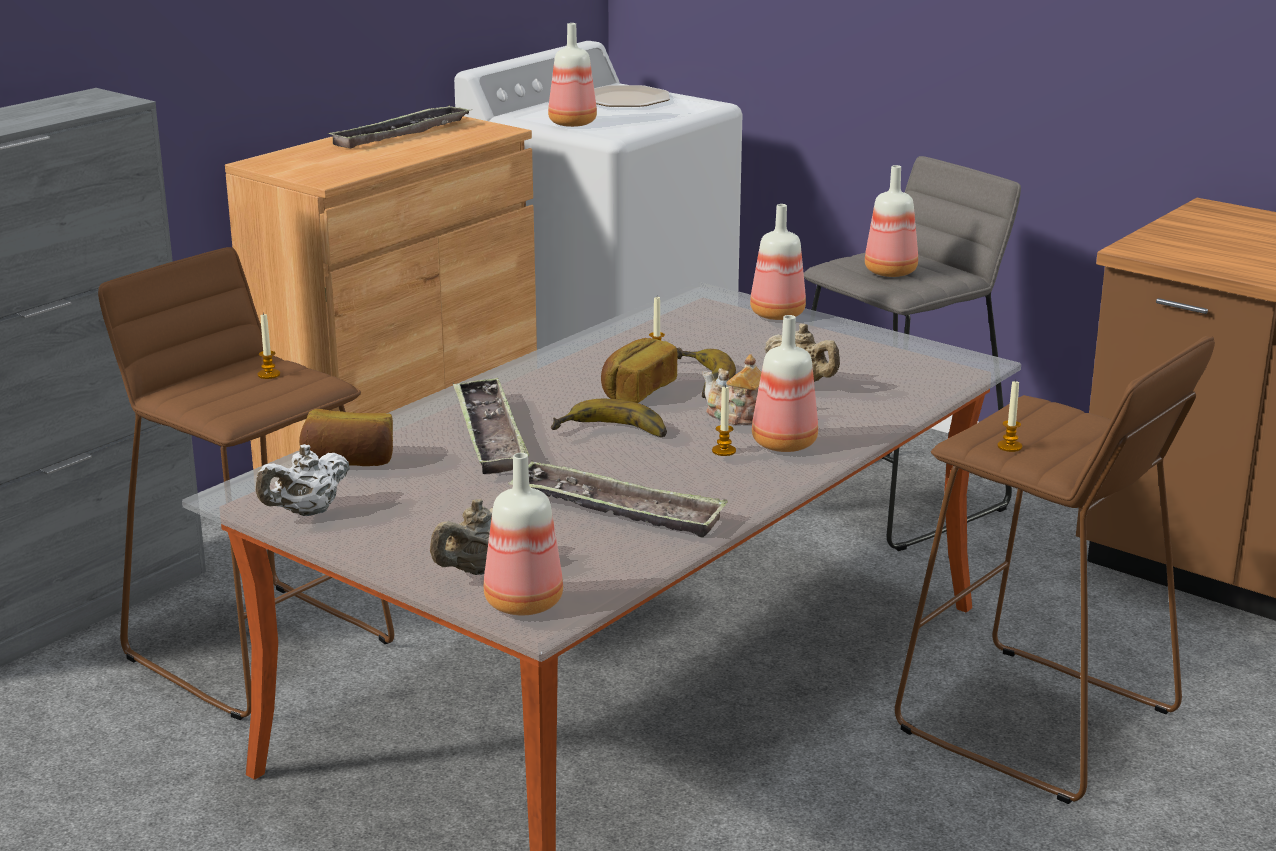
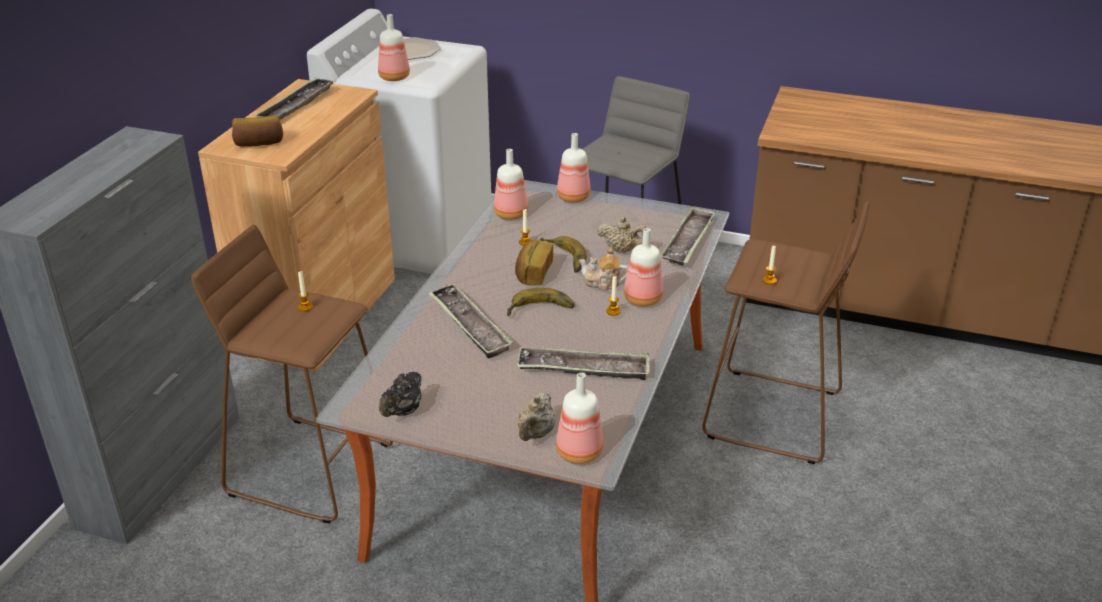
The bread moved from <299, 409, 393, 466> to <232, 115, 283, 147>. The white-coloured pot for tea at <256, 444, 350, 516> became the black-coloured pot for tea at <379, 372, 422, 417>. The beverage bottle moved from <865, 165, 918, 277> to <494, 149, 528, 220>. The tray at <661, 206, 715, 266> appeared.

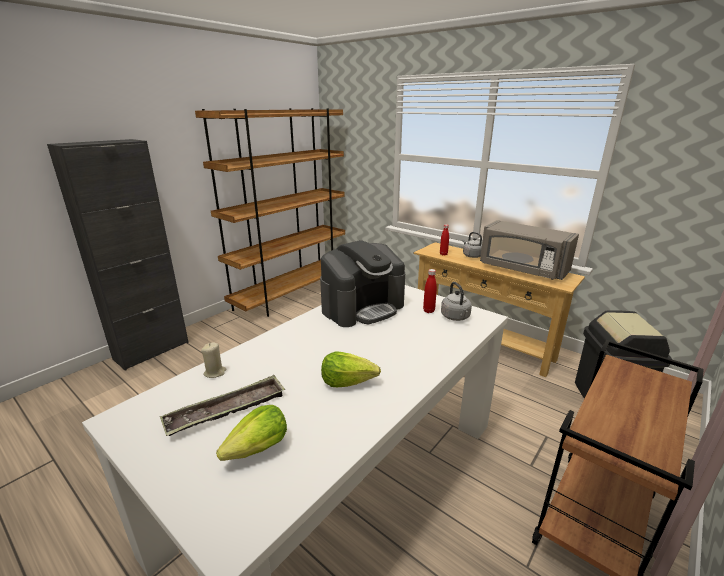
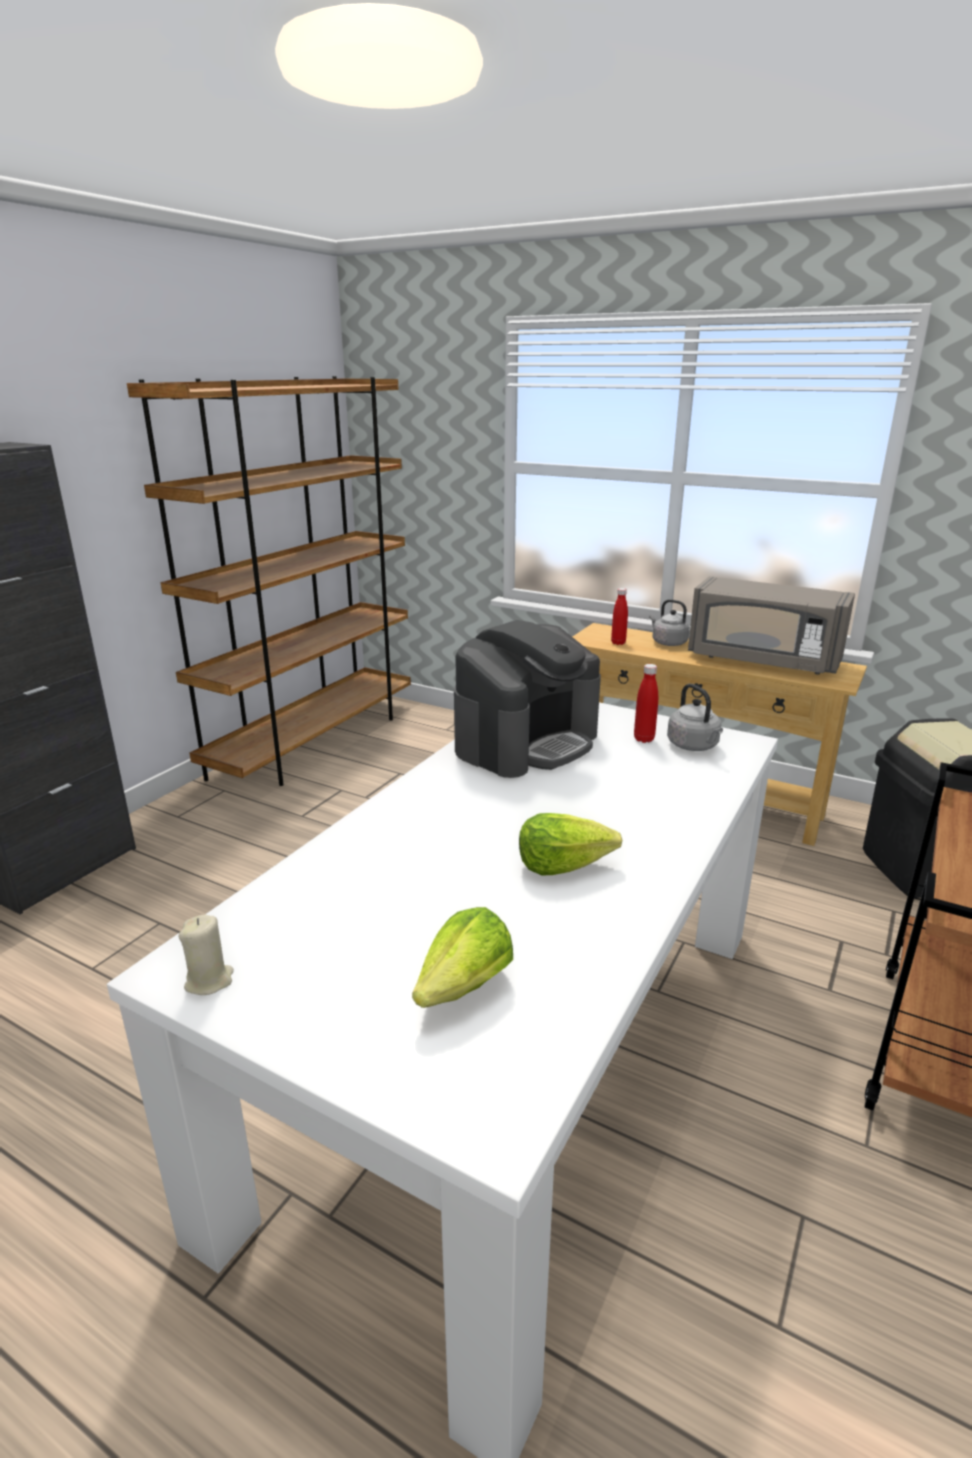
The sand-coloured wax light moved from <201, 343, 227, 378> to <179, 914, 234, 995>. The tray at <160, 375, 285, 436> disappeared.

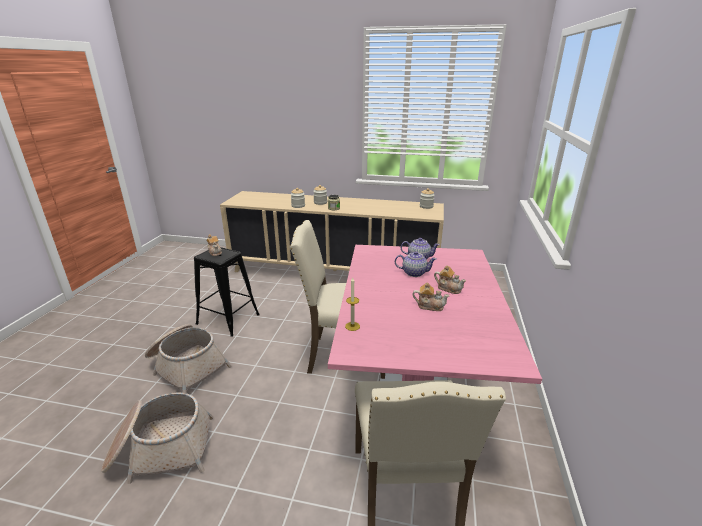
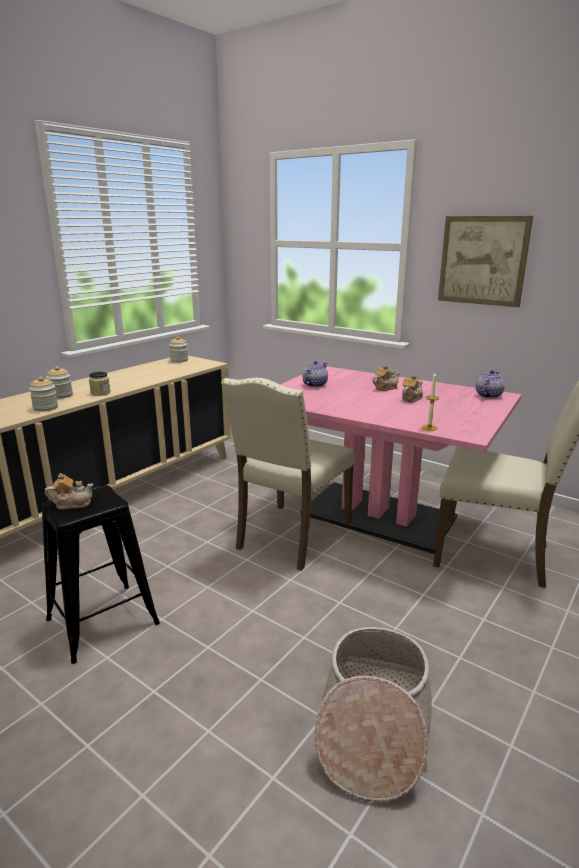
The wall picture at <438, 216, 533, 307> appeared. The pot for tea moved from <395, 251, 436, 277> to <476, 370, 505, 398>. The storage basket at <145, 324, 232, 393> disappeared.

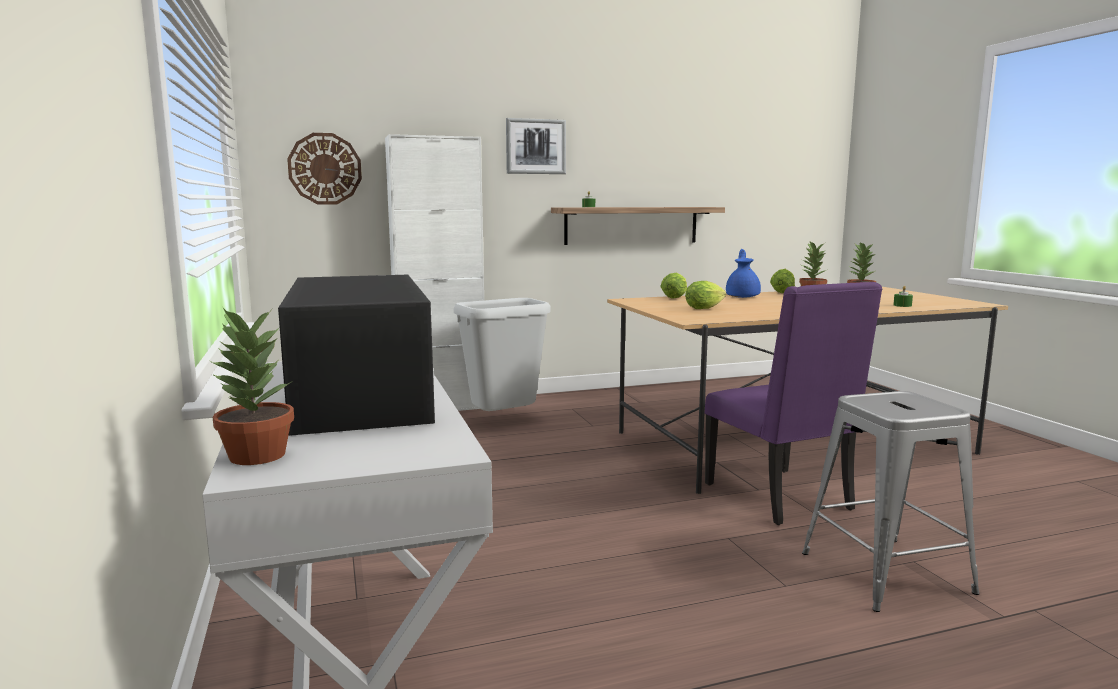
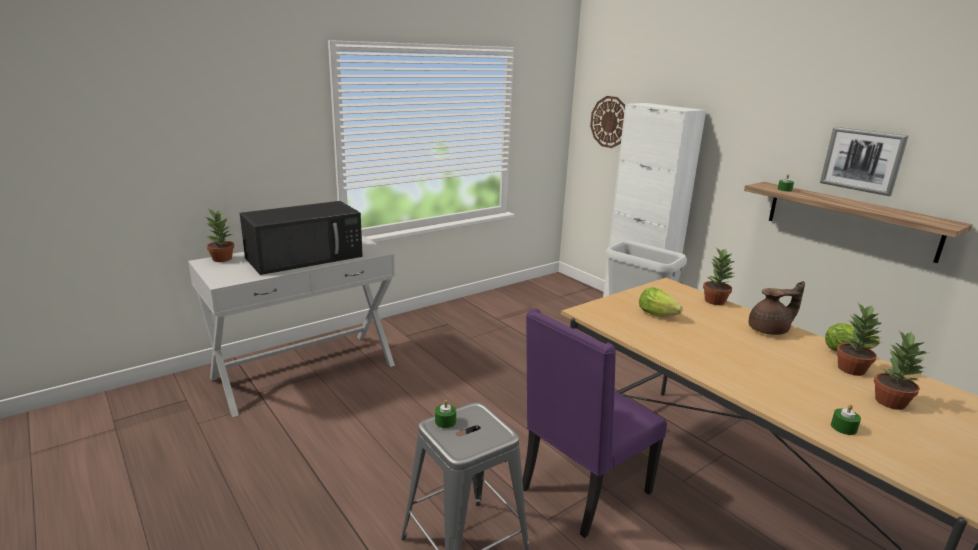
The greenish wax light at <435, 400, 456, 428> appeared. The head of lettuce at <660, 272, 687, 299> was replaced by the plant in a pot at <703, 248, 735, 305>. The blue pot for tea at <726, 249, 761, 298> became the brown-coloured pot for tea at <749, 281, 805, 335>. The wall picture moved from <506, 118, 566, 174> to <820, 127, 909, 196>.

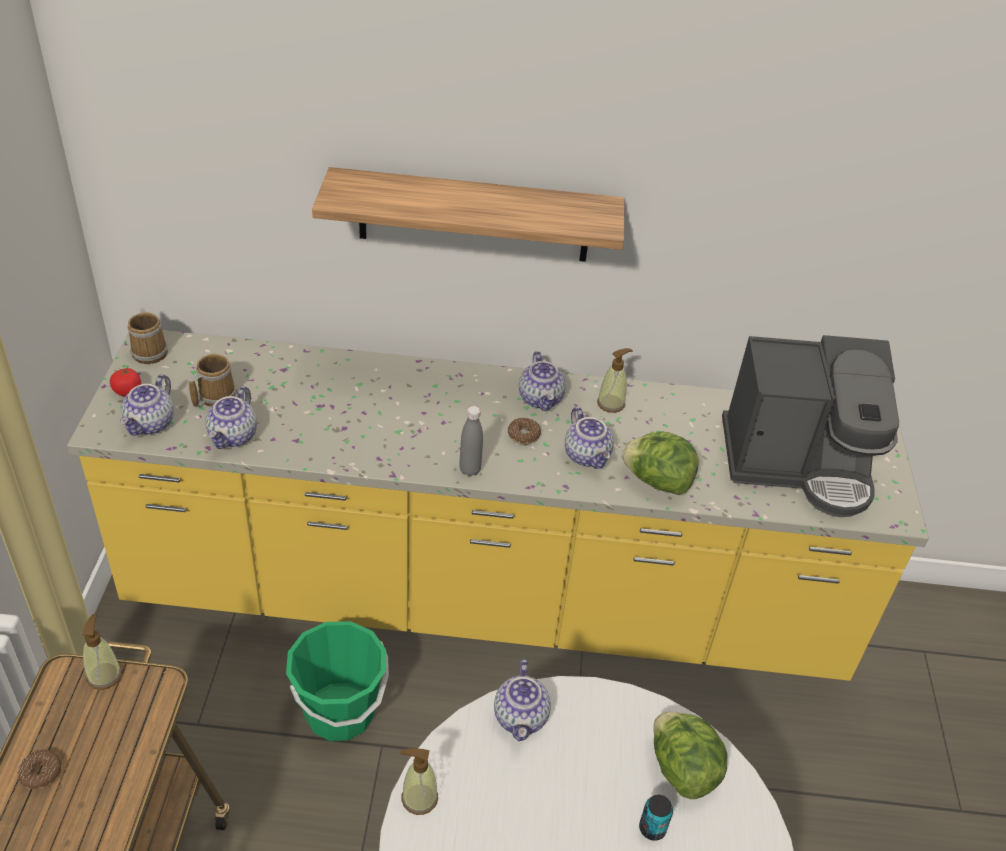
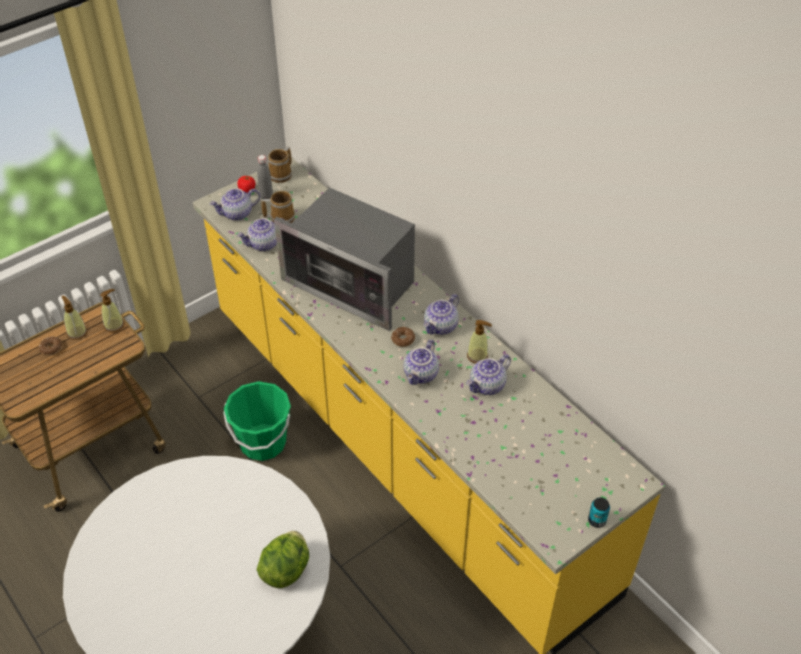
The liquid soap bottle moved from <400, 748, 438, 815> to <61, 295, 87, 340>. The greyish beverage bottle moved from <459, 406, 483, 476> to <257, 155, 273, 199>. The microwave oven at <274, 187, 415, 331> appeared. The pot for tea moved from <494, 659, 551, 741> to <466, 354, 511, 395>. The sealed can moved from <639, 795, 673, 841> to <588, 497, 610, 528>. The shelf at <312, 167, 625, 262> disappeared. The head of lettuce at <622, 432, 699, 495> disappeared. The coffee brewer at <722, 335, 899, 517> disappeared.

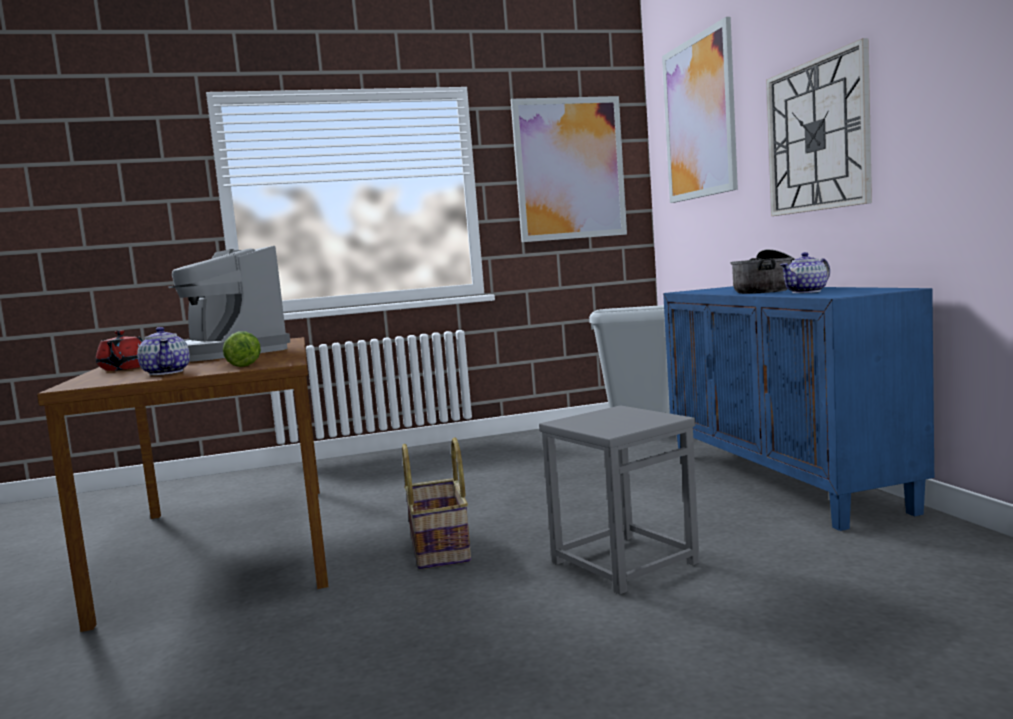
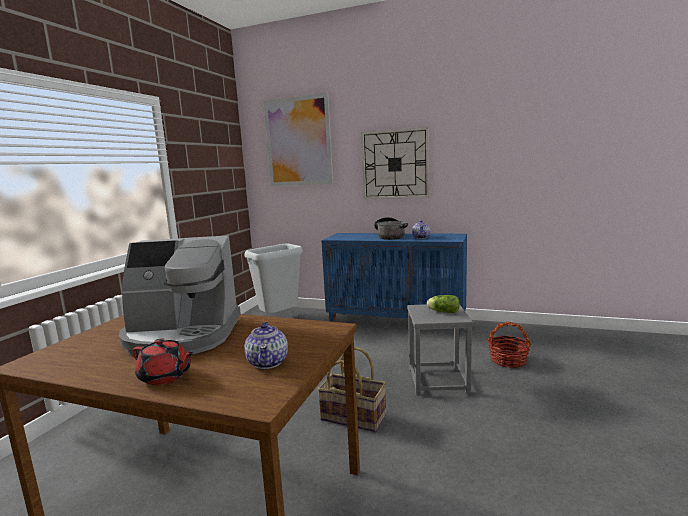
The pot for tea at <137, 327, 190, 375> turned 75 degrees clockwise. The head of lettuce moved from <223, 331, 261, 367> to <427, 295, 460, 313>. The storage basket at <487, 322, 532, 368> appeared. The wall picture at <511, 96, 627, 242> disappeared.

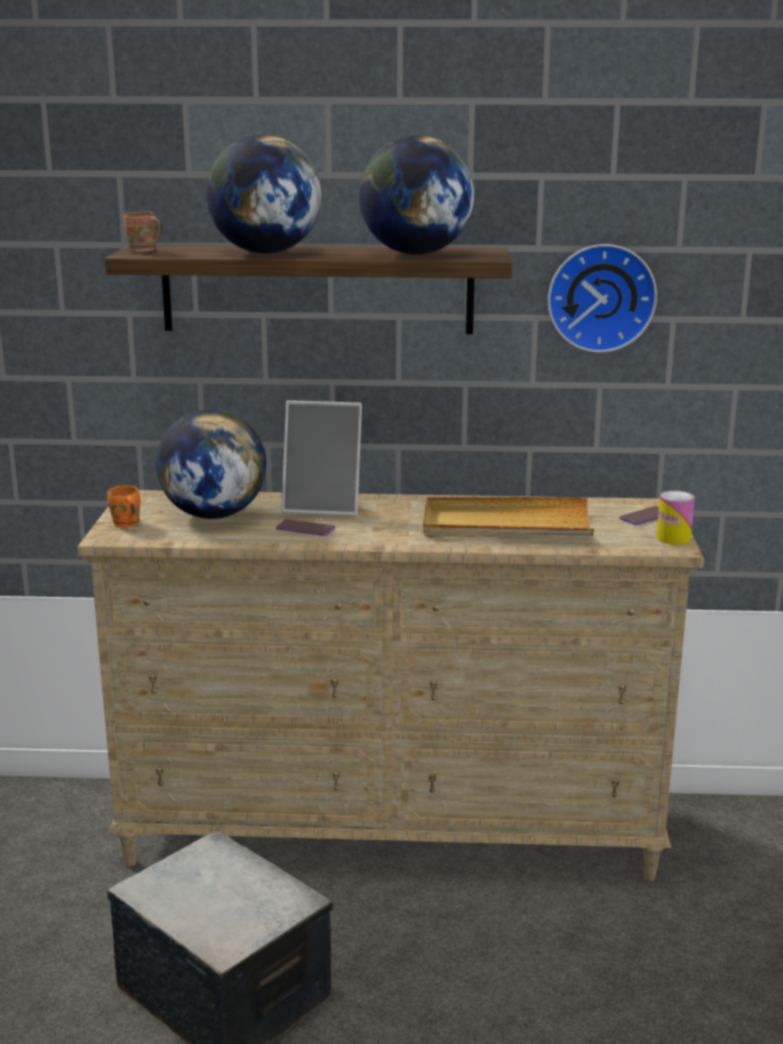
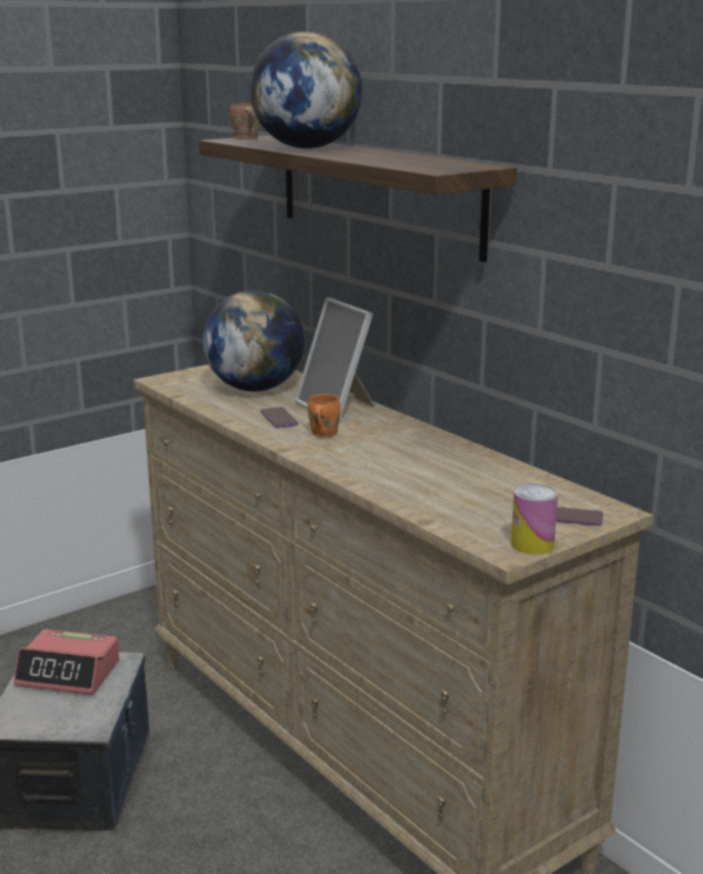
The bedside clock at <14, 629, 119, 695> appeared. The orangey coffee mug moved from <107, 485, 141, 527> to <308, 394, 341, 437>. The desk globe at <359, 135, 474, 255> disappeared. The sand-coloured tray at <423, 497, 594, 538> disappeared. The wall clock at <548, 244, 657, 353> disappeared.

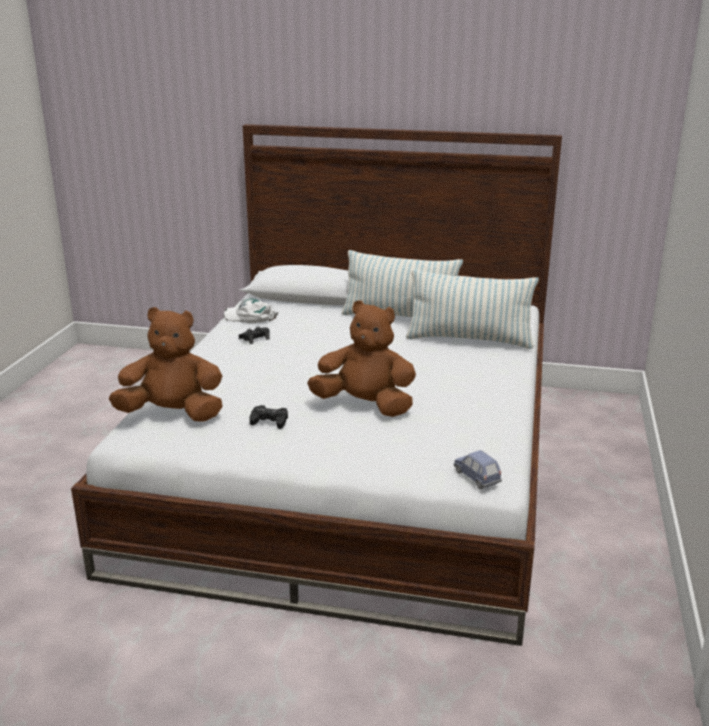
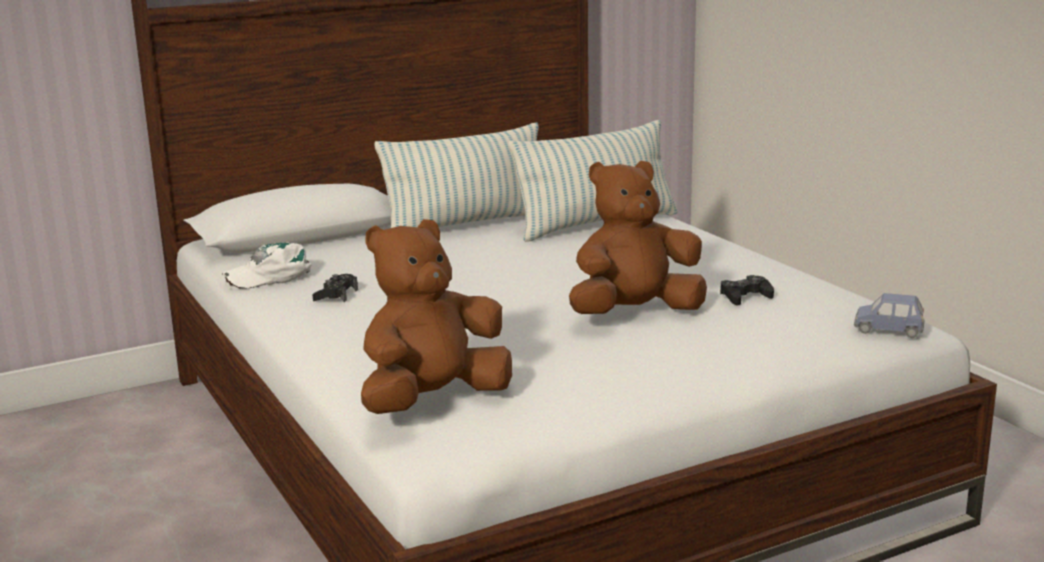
The black-coloured gamepad moved from <249, 405, 288, 429> to <720, 275, 774, 306>.

